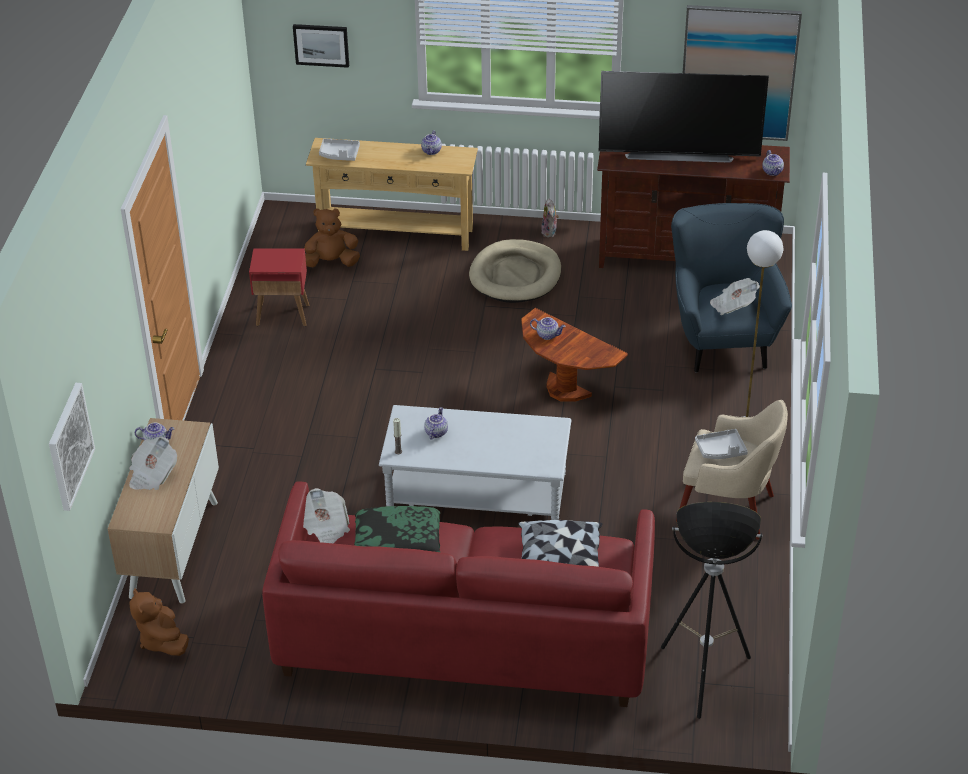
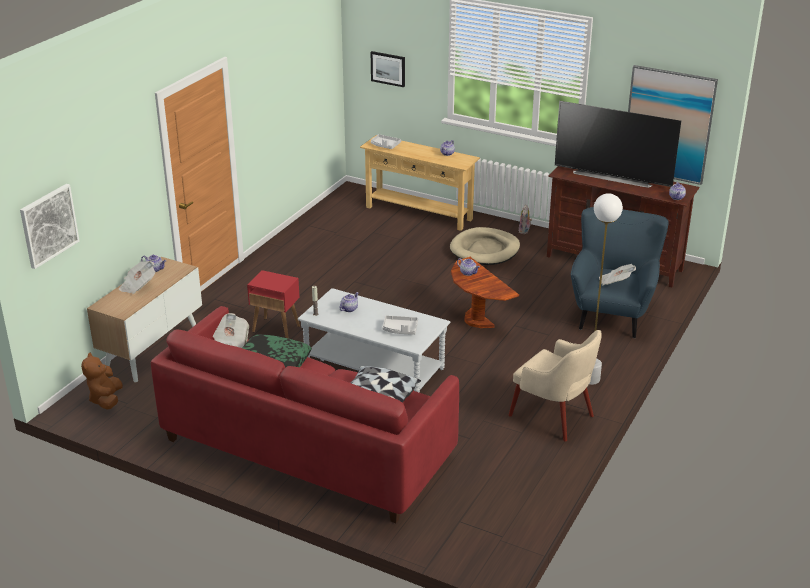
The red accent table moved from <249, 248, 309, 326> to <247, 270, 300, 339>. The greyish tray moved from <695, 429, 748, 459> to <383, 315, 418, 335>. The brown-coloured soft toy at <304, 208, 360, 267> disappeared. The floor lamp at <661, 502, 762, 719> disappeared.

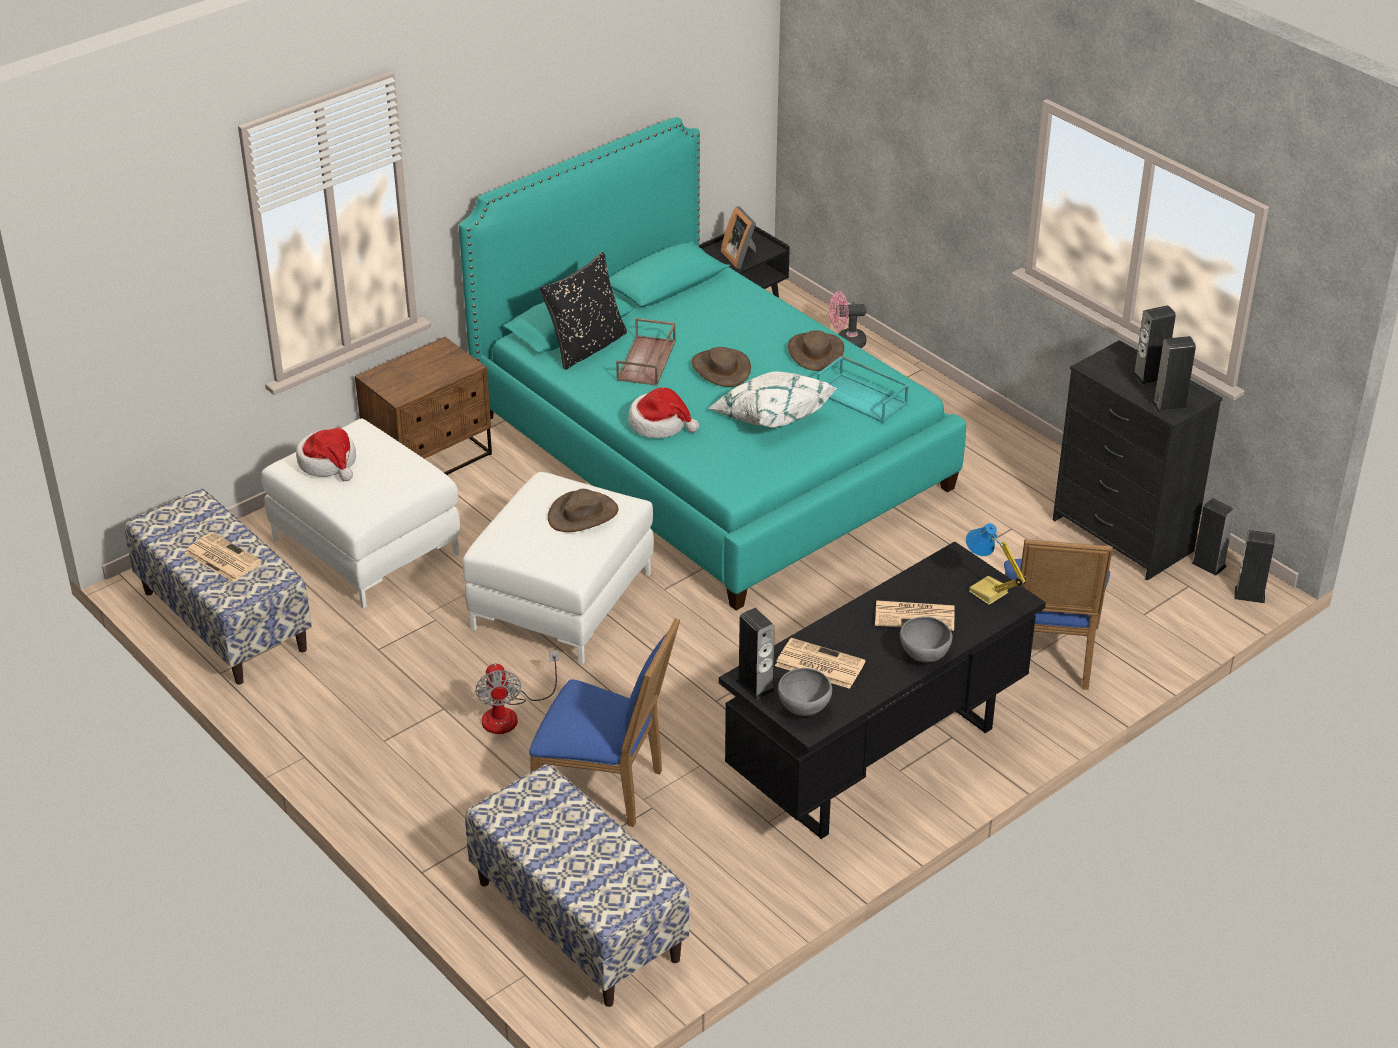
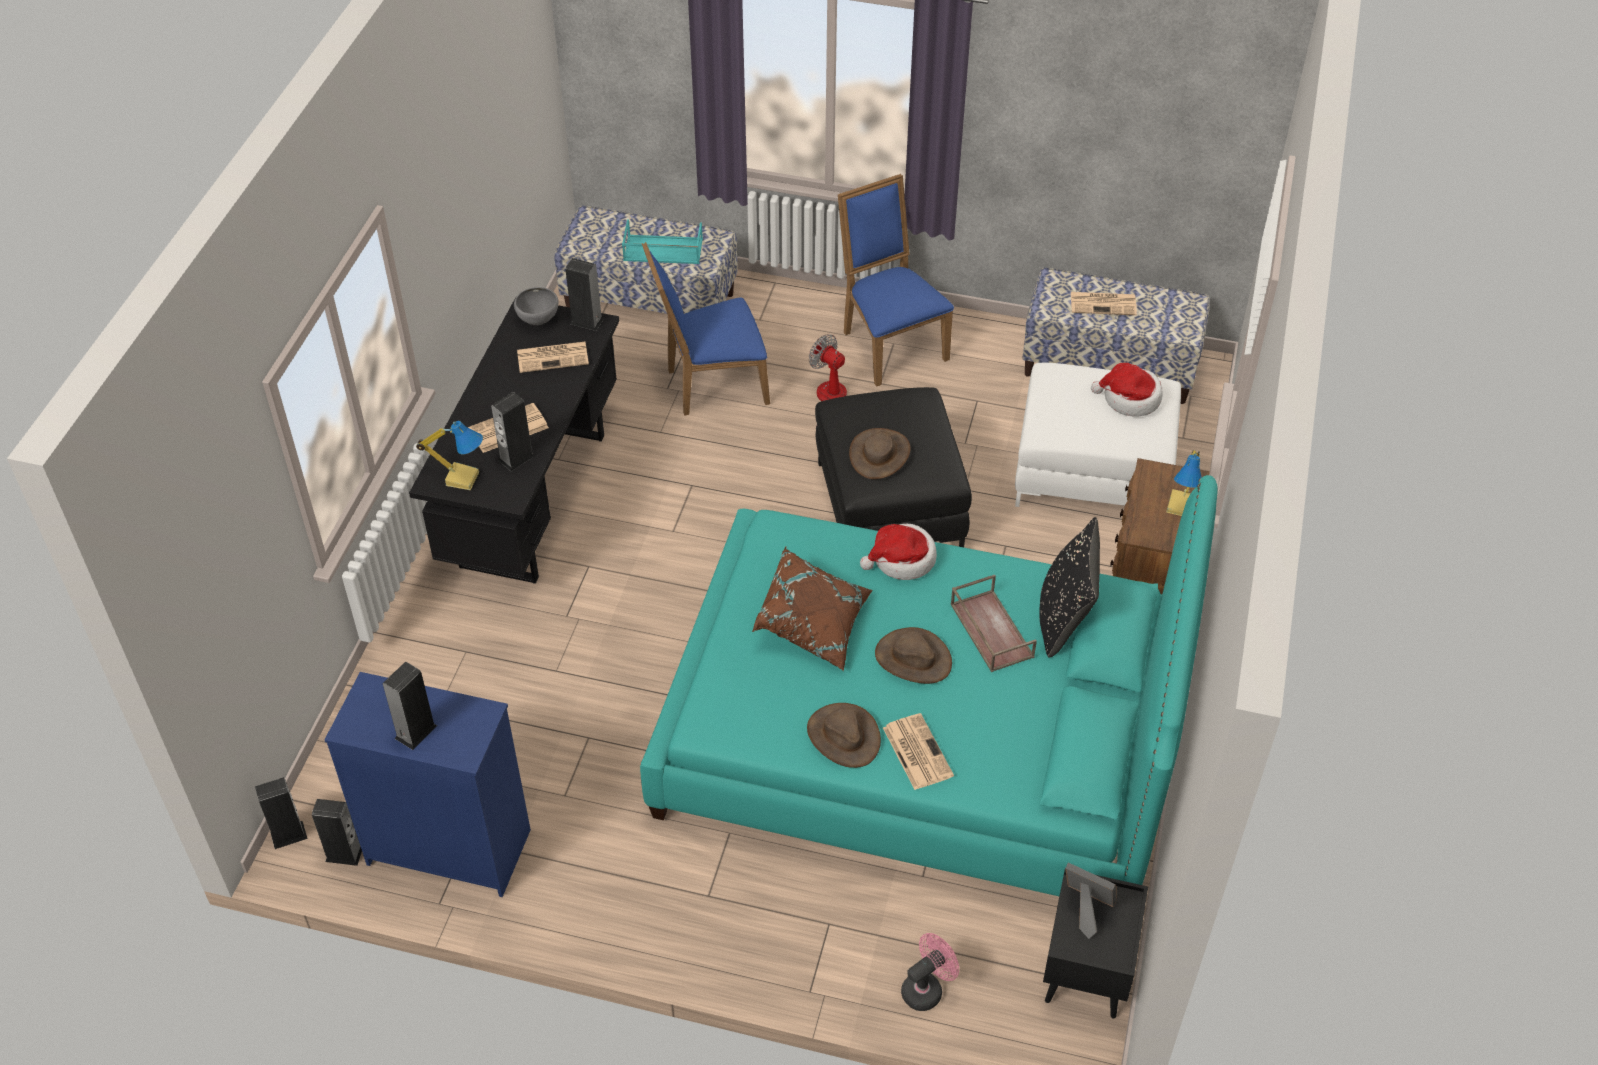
The black-coloured dresser at <1053, 340, 1223, 580> became the blue dresser at <324, 672, 531, 897>. The speaker moved from <1151, 336, 1196, 414> to <491, 392, 535, 471>. The turquoise tray moved from <817, 356, 909, 423> to <622, 219, 703, 264>. The white-coloured throw pillow at <707, 371, 837, 428> became the brown-coloured throw pillow at <752, 547, 873, 671>. The white-coloured pouffe at <462, 472, 654, 665> became the black-coloured pouffe at <815, 387, 972, 547>. The blue upright chair moved from <1004, 539, 1113, 690> to <838, 174, 954, 386>. The daily paper at <883, 713, 954, 790> appeared. The lamp for a table at <1166, 450, 1202, 516> appeared. The greyish serving bowl at <900, 616, 952, 662> disappeared.

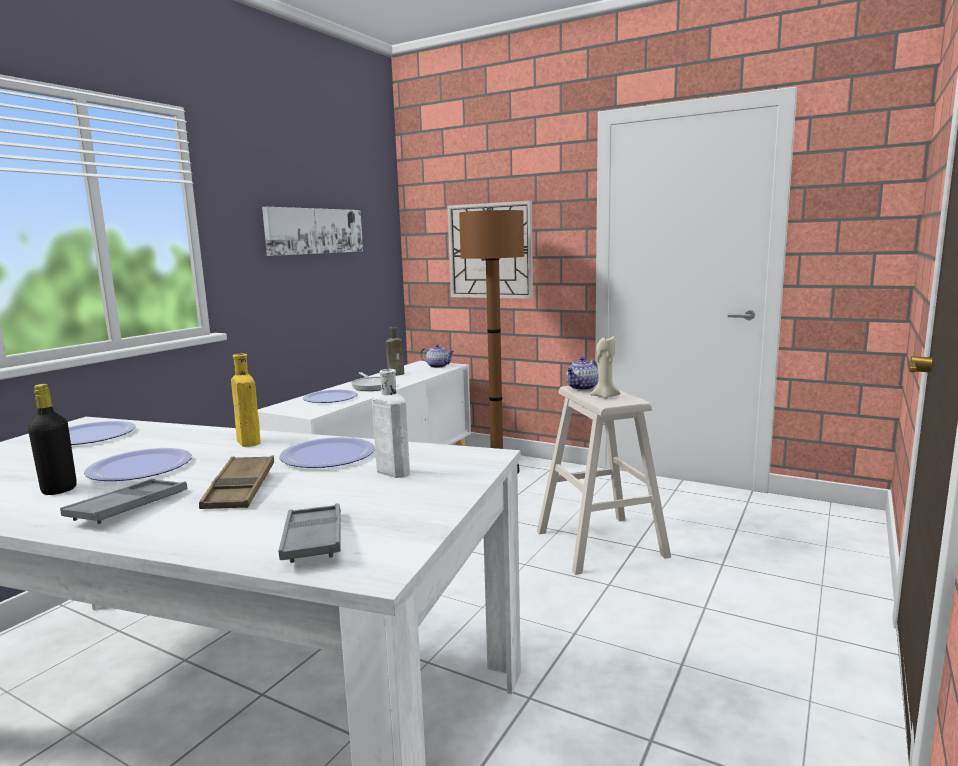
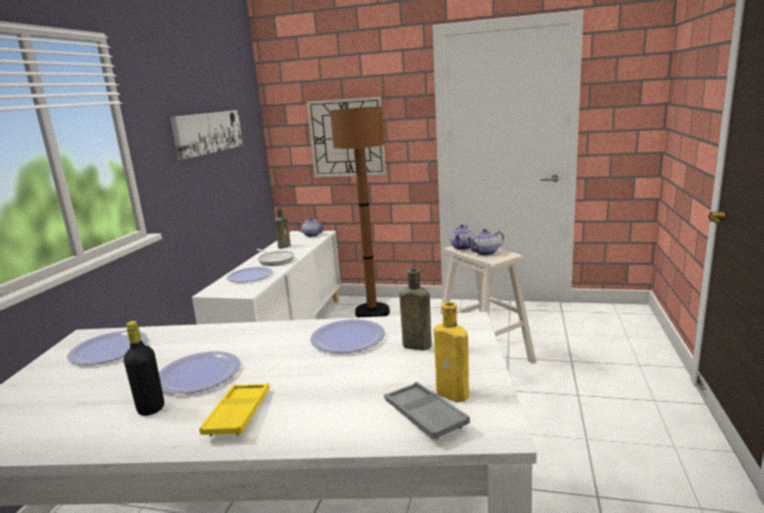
The greyish tray at <60, 479, 187, 524> became the yellow tray at <199, 383, 270, 437>. The white-coloured beverage bottle at <372, 369, 410, 478> became the brown-coloured beverage bottle at <400, 268, 432, 351>. The yellow beverage bottle moved from <231, 354, 261, 447> to <434, 302, 469, 402>. The sand-coloured wax light at <590, 336, 621, 399> was replaced by the pot for tea at <466, 229, 504, 256>. The brown-coloured tray at <199, 455, 274, 509> disappeared.

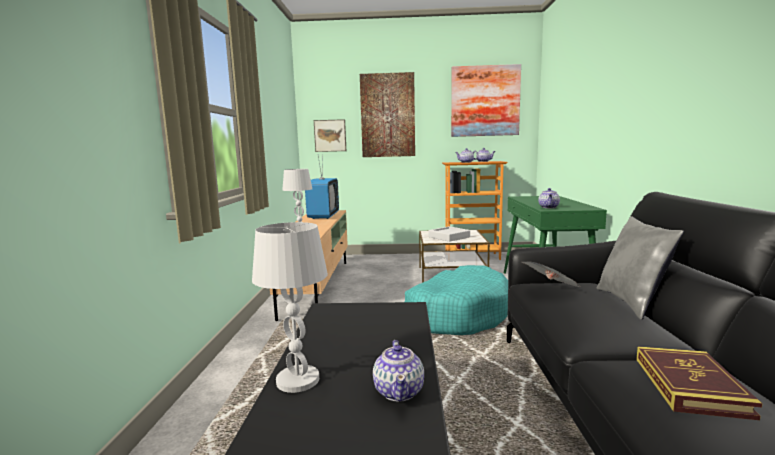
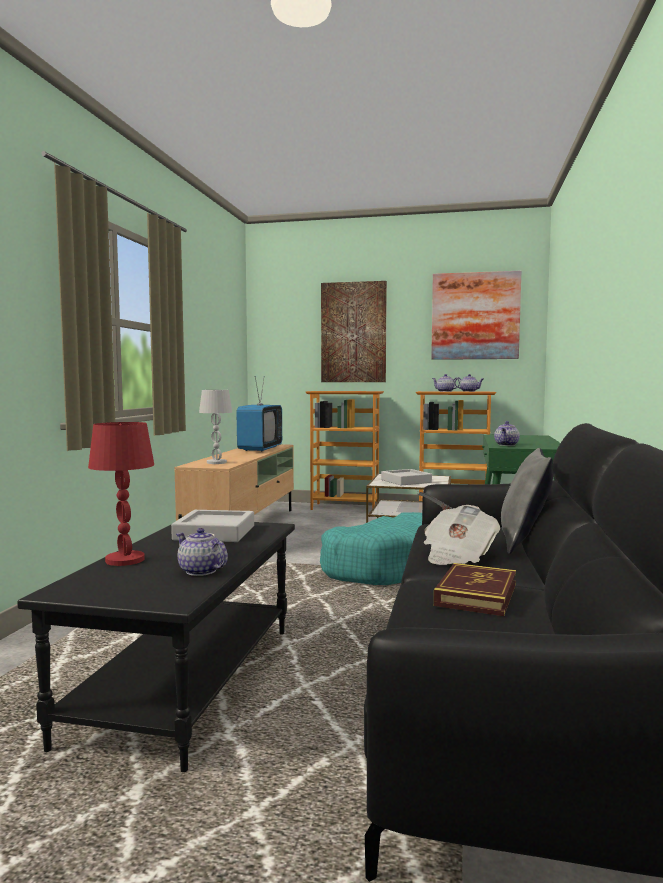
The white-coloured lamp for a table at <252, 222, 328, 393> became the red lamp for a table at <88, 422, 154, 566>. The greyish tray at <171, 510, 254, 542> appeared. The pot for tea at <373, 340, 424, 402> turned 120 degrees clockwise. The bookshelf at <305, 391, 384, 510> appeared. The daily paper at <424, 505, 500, 565> appeared. The wall picture at <314, 119, 346, 152> disappeared.

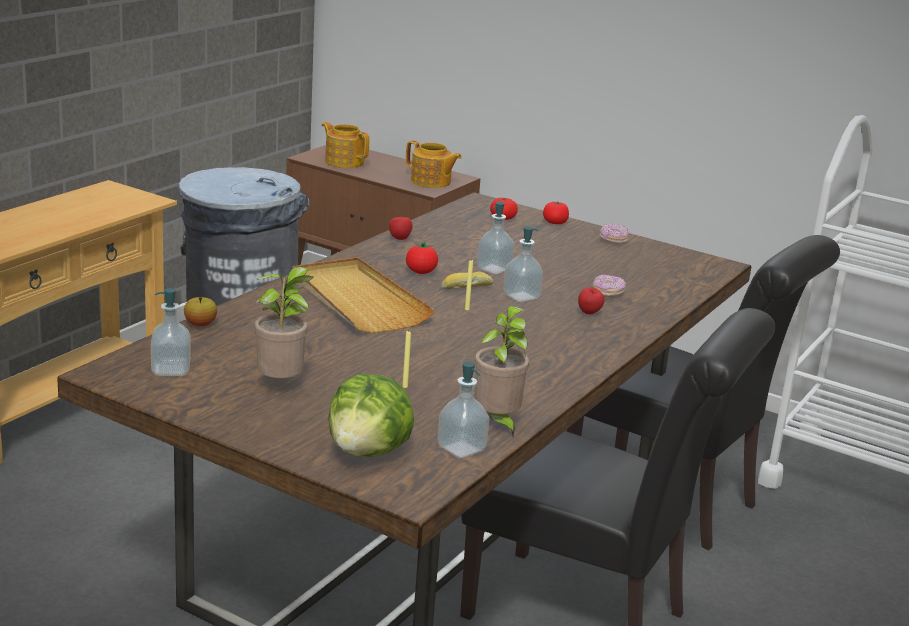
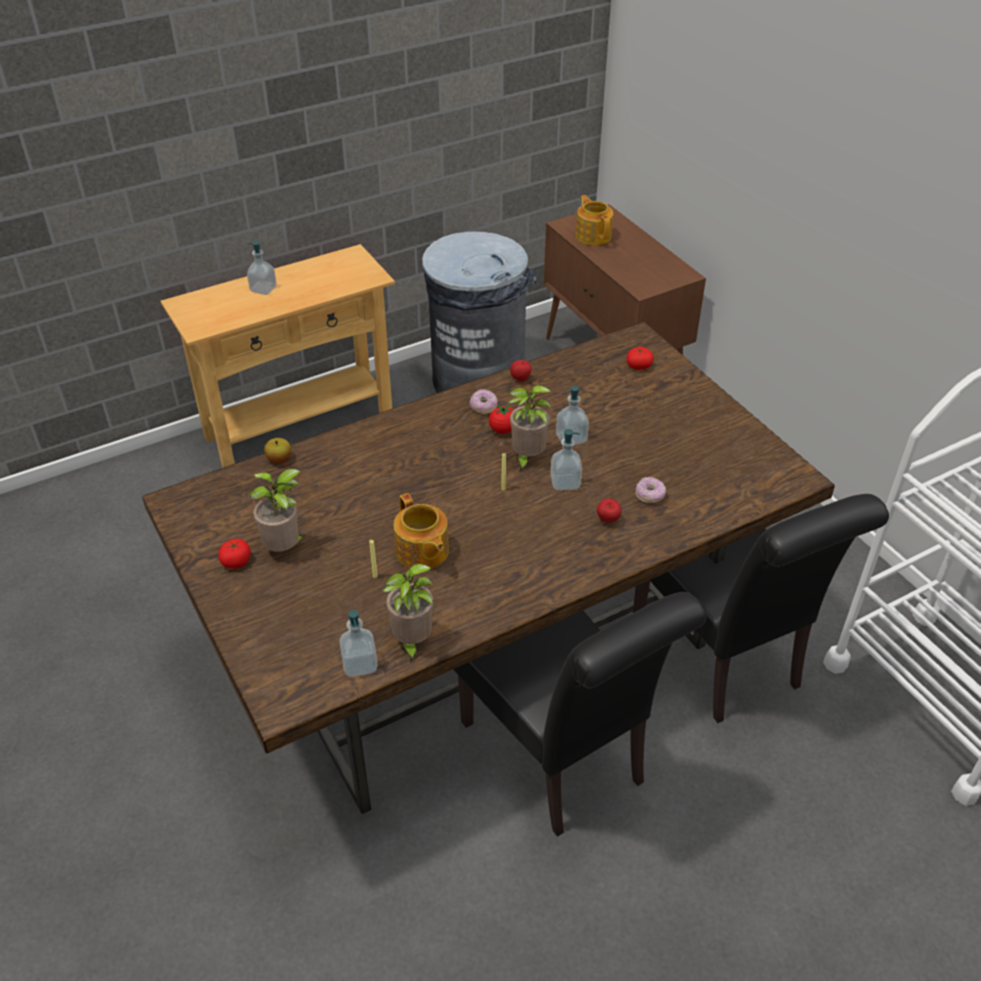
The fresh tomato moved from <543, 202, 569, 224> to <218, 539, 251, 569>. The liquid soap bottle moved from <151, 288, 191, 376> to <247, 241, 277, 295>. The pot for tea moved from <406, 141, 462, 188> to <394, 493, 449, 568>. The ring doughnut moved from <600, 224, 629, 244> to <470, 389, 498, 414>. The bread at <441, 272, 493, 289> was replaced by the plant in a pot at <508, 385, 551, 473>. The sand-coloured tray at <292, 257, 435, 333> disappeared. The head of lettuce at <329, 374, 414, 457> disappeared.

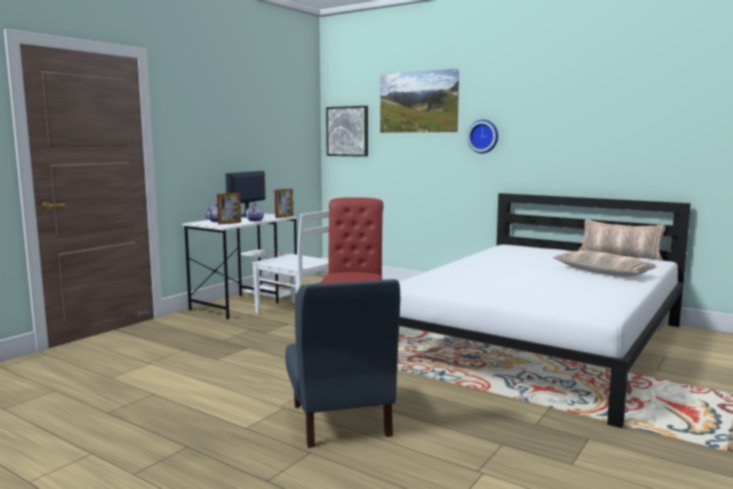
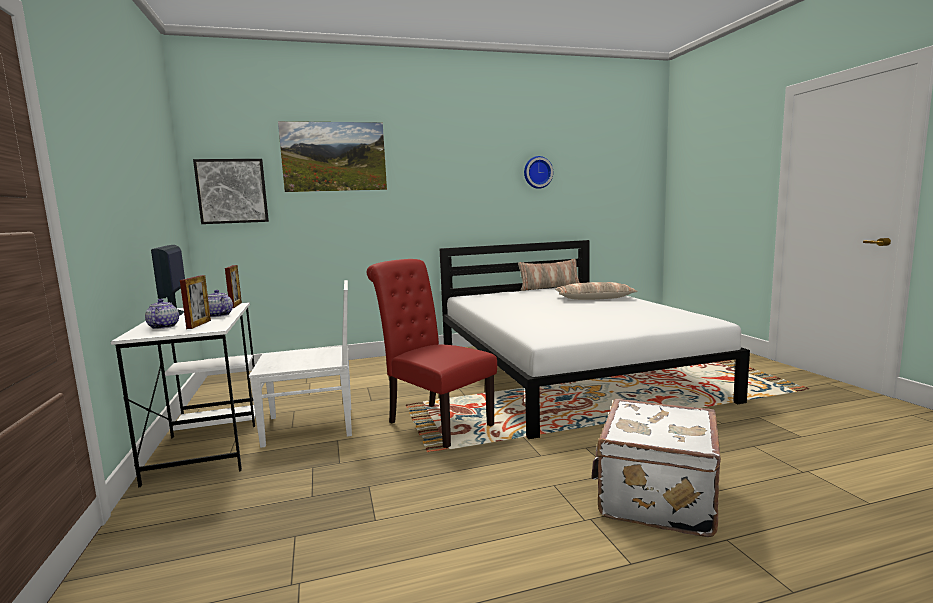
The wall clock moved from <467, 120, 498, 153> to <524, 156, 553, 189>. The blue upright chair at <285, 279, 400, 448> was replaced by the white-coloured suitcase at <592, 399, 721, 537>.

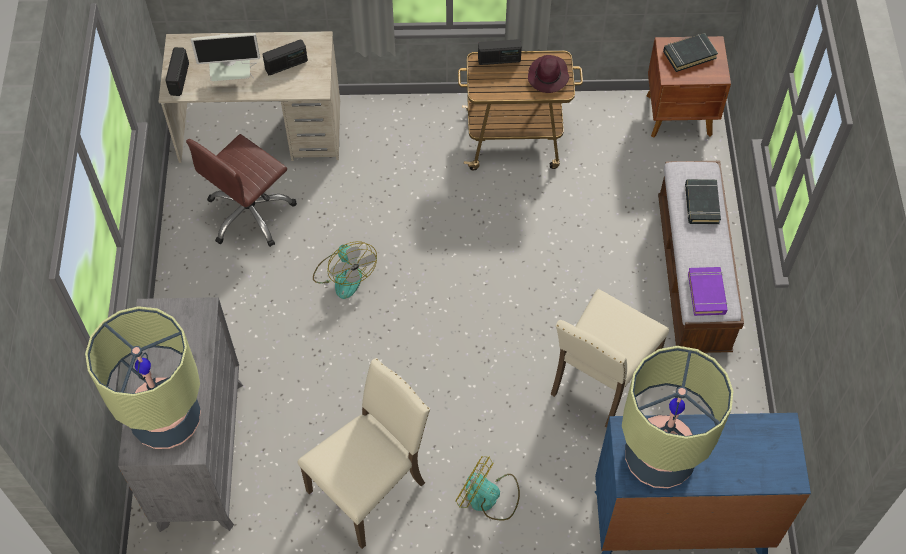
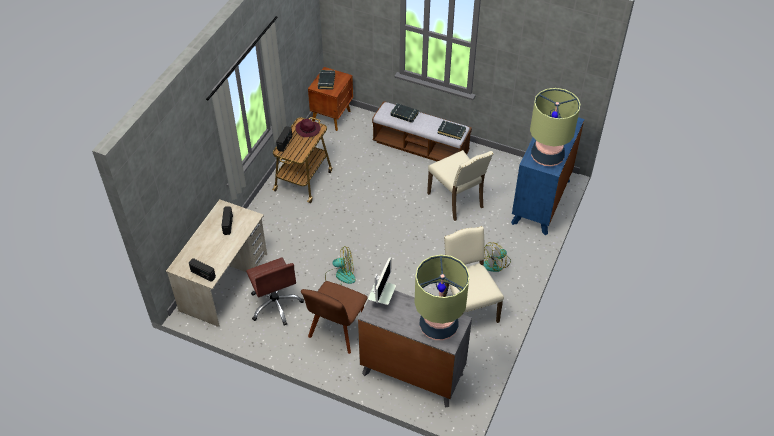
The brown-coloured upright chair at <301, 281, 367, 354> appeared. The monitor moved from <191, 33, 260, 81> to <366, 257, 396, 305>. The purple volume at <688, 267, 728, 316> became the black-coloured volume at <438, 121, 466, 140>.

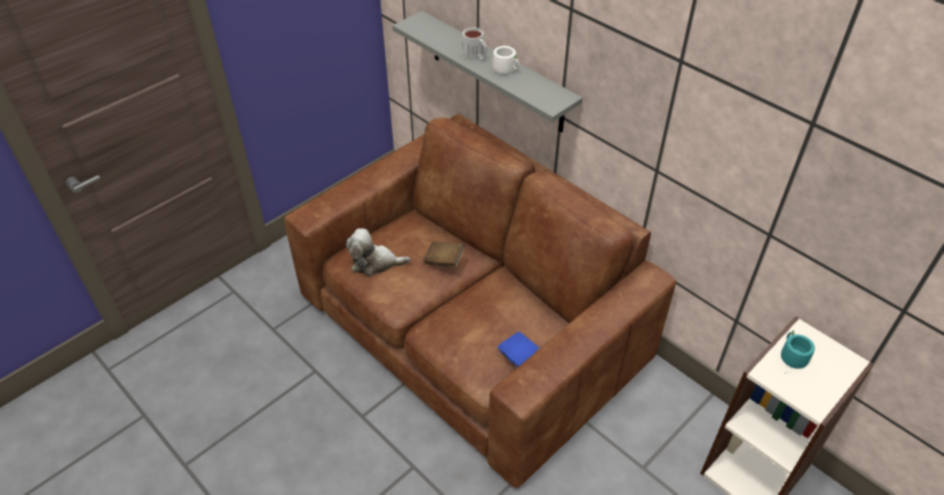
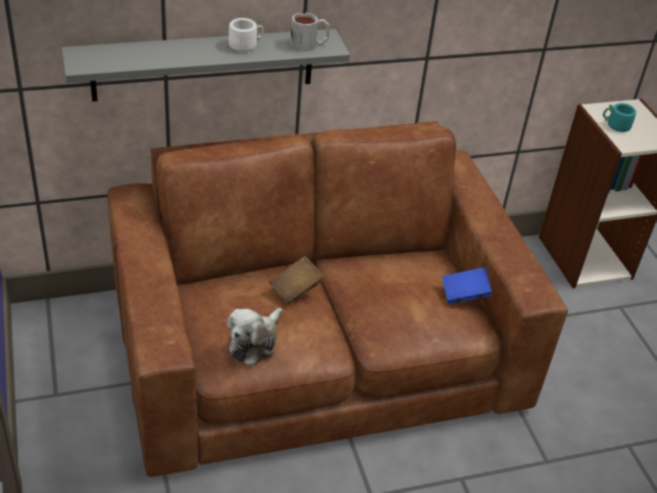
The coffee mug moved from <462, 27, 487, 60> to <291, 13, 329, 51>.

